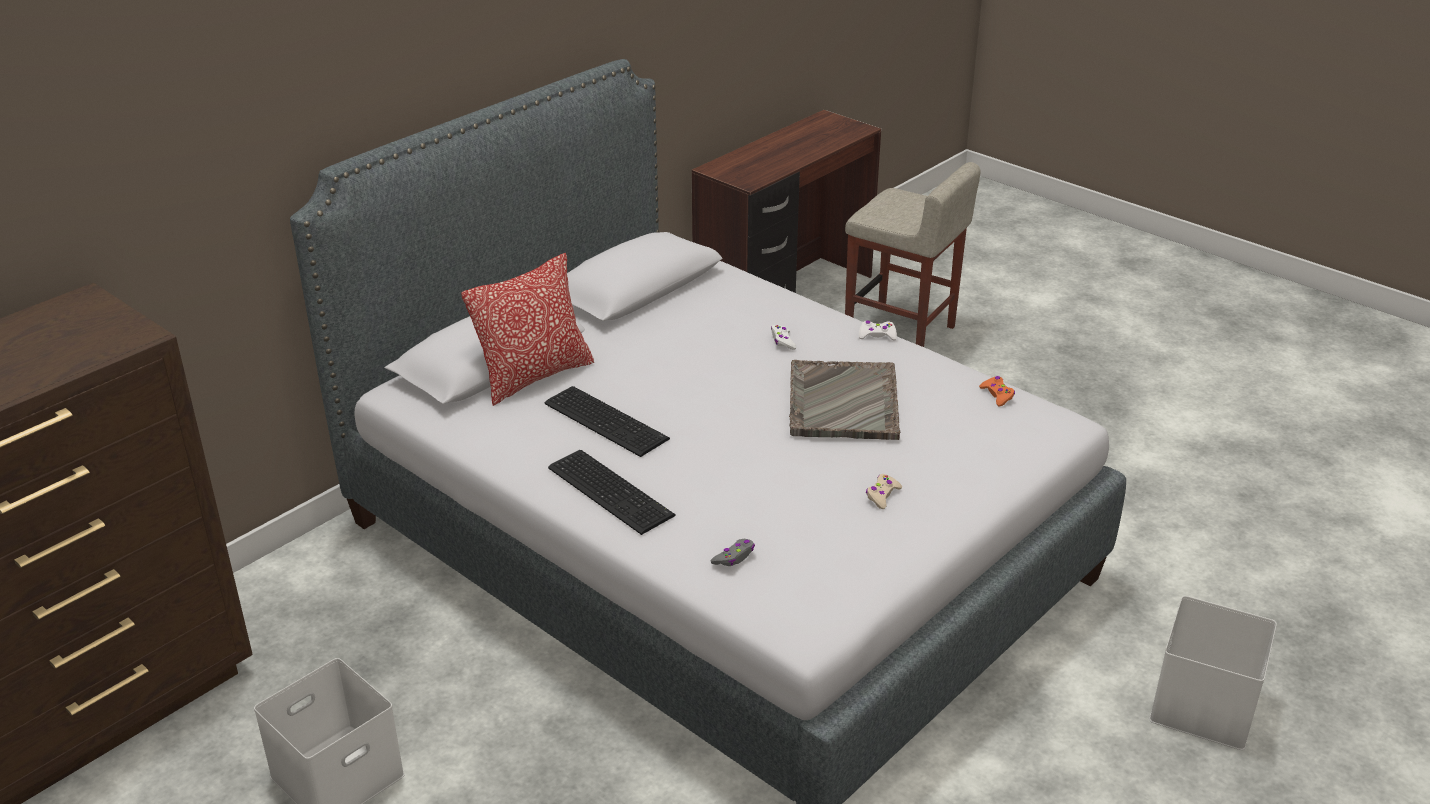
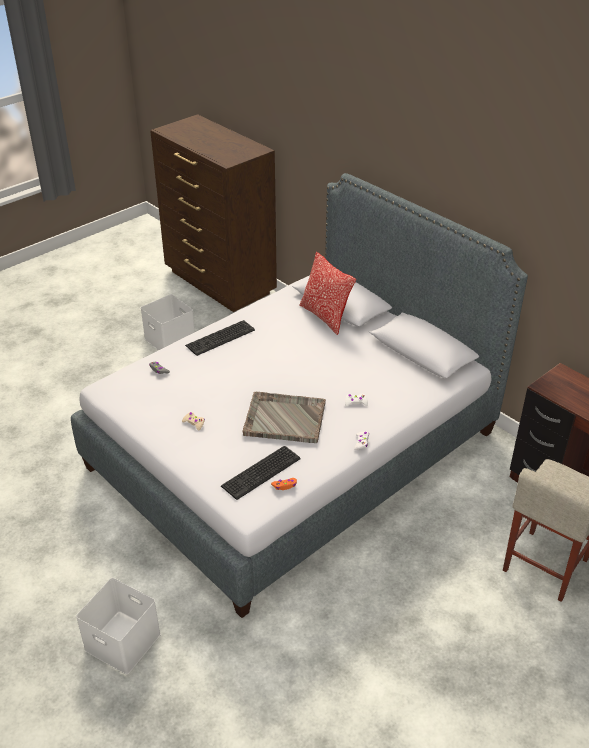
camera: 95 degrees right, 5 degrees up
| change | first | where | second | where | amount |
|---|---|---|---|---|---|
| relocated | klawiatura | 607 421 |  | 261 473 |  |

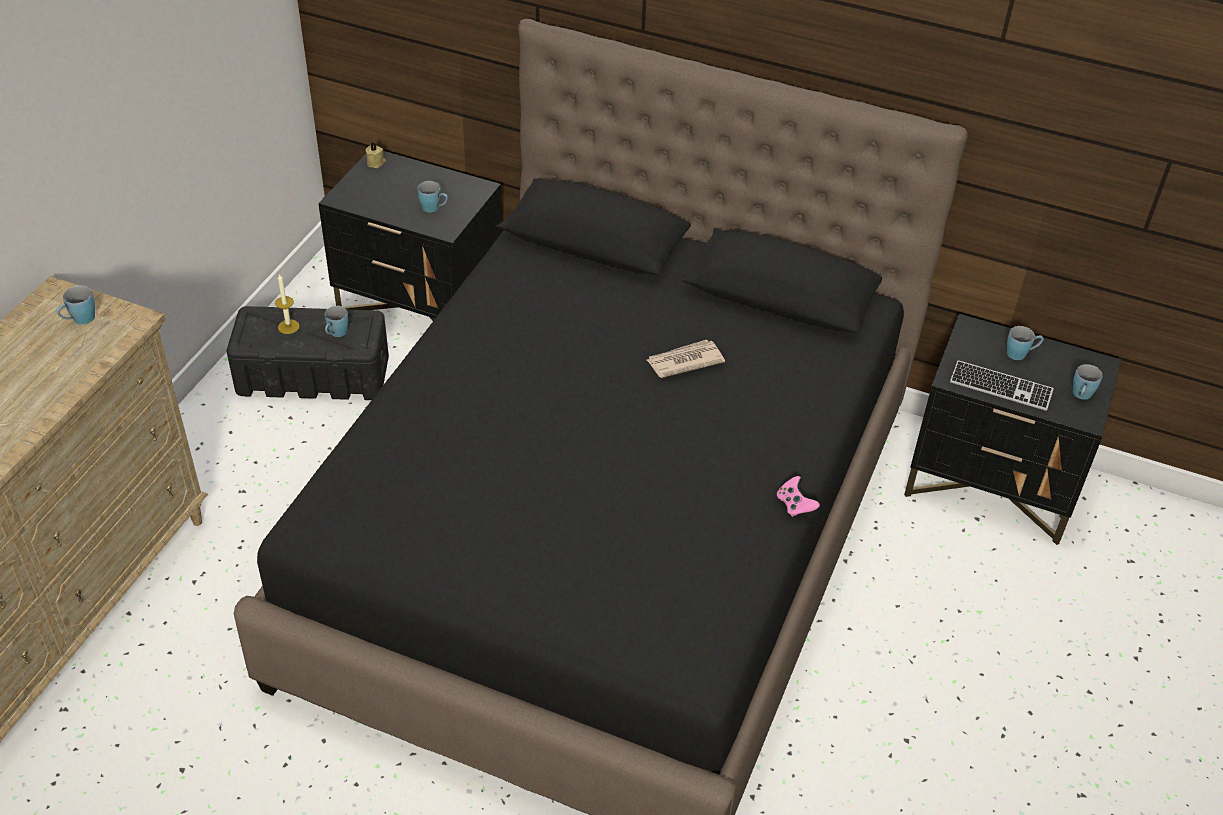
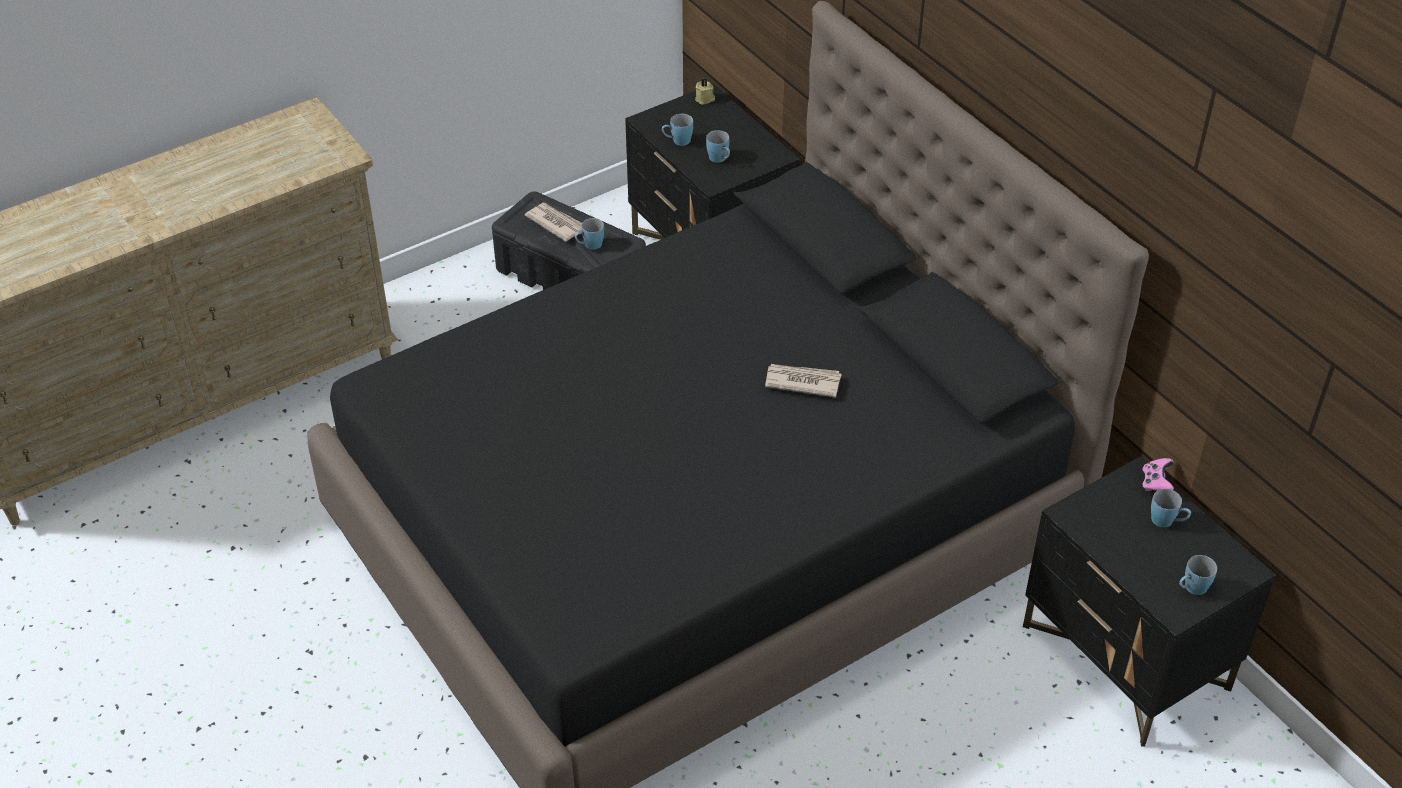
camera: 35 degrees right, 0 degrees up
| change | first | where | second | where | amount |
|---|---|---|---|---|---|
| relocated | kubek [niebieski] | 75 304 |  | 677 130 |  |
| exchanged | świeca | 287 304 | gazeta | 553 222 |  |
| relocated | pad do gier [różowy] | 798 496 |  | 1158 474 |  |
| missing | klawiatura | 1002 385 |  |  |  |

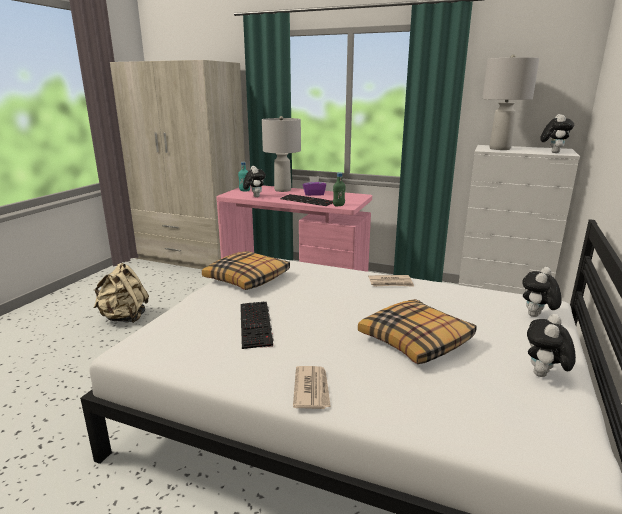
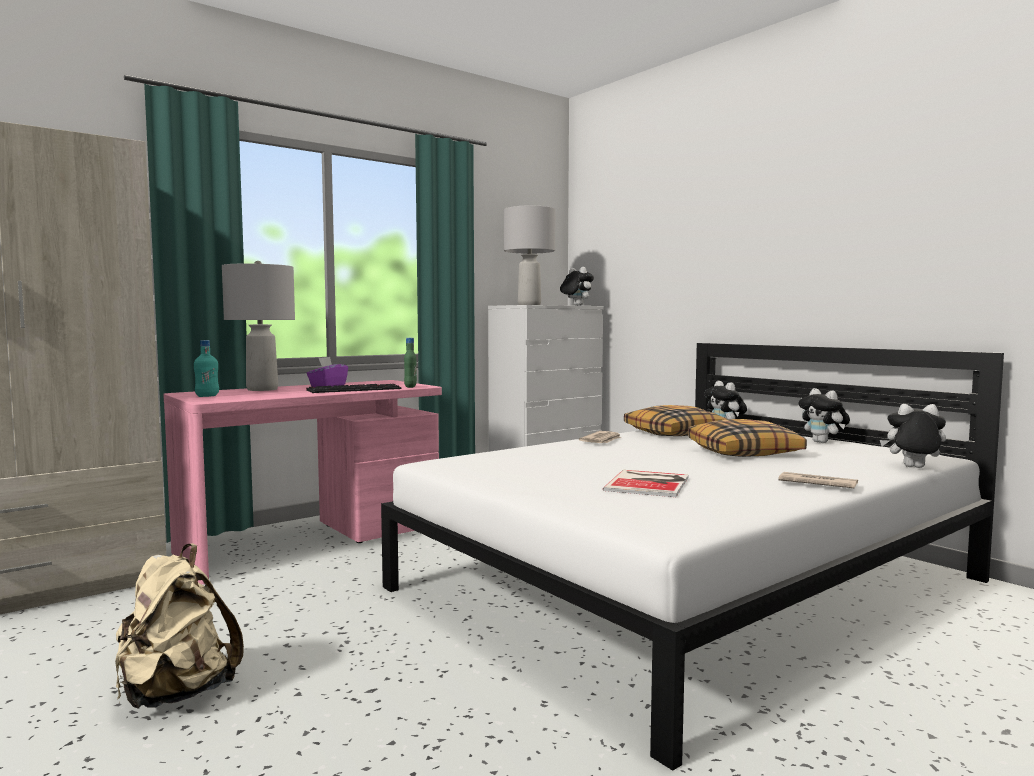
camera: 60 degrees left, 15 degrees down
| change | first | where | second | where | amount |
|---|---|---|---|---|---|
| relocated | poduszka | 246 270 |  | 675 420 |  |
| exchanged | klawiatura | 257 325 | książka | 645 483 |  |
| relocated | pluszak | 254 181 |  | 913 436 |  |

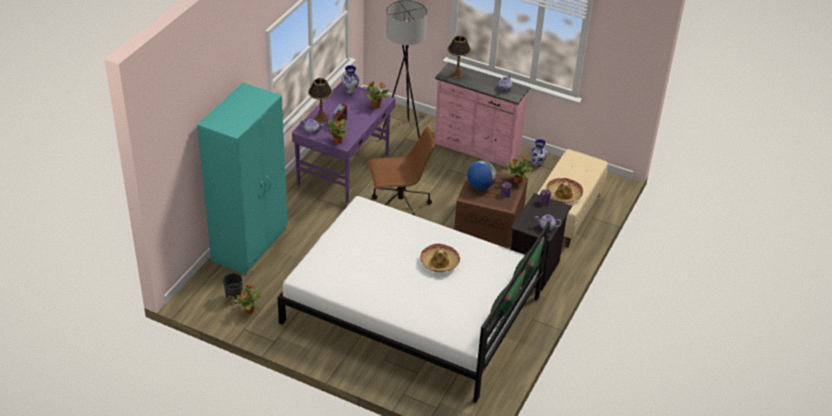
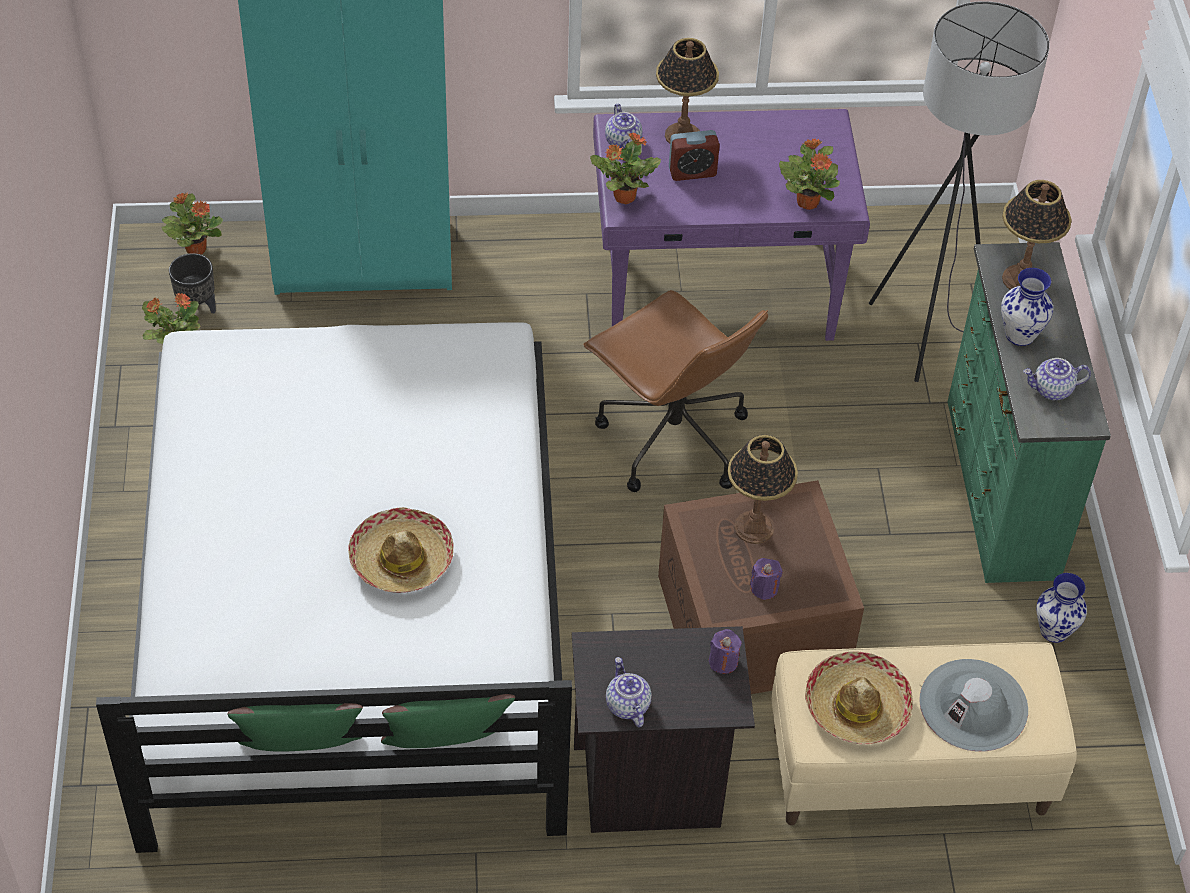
camera: 60 degrees right, 10 degrees up
| change | first | where | second | where | amount |
|---|---|---|---|---|---|
| relocated | wazon | 350 79 |  | 1027 307 |  |
| colour | komoda [różowy] | 482 115 | komoda [zielony] | 1029 412 |  |
| exchanged | globus | 481 175 | lampa stołowa | 762 489 |  |
| relocated | roślina doniczkowa | 519 170 |  | 192 223 |  |
| appeared |  |  | kapelusz [szary] | 973 705 |  |

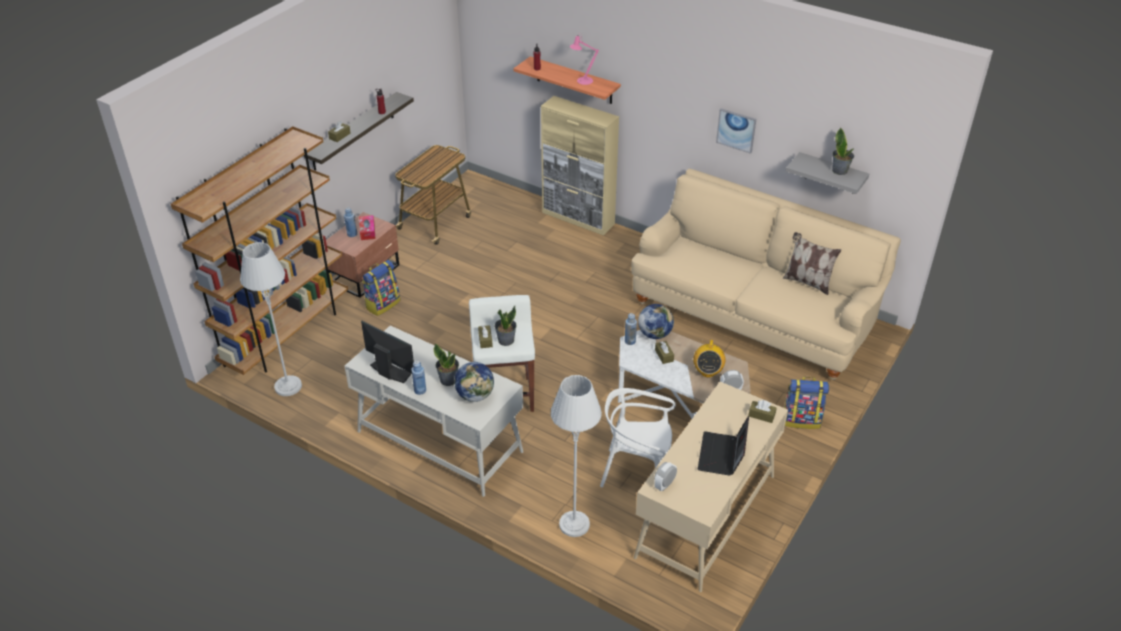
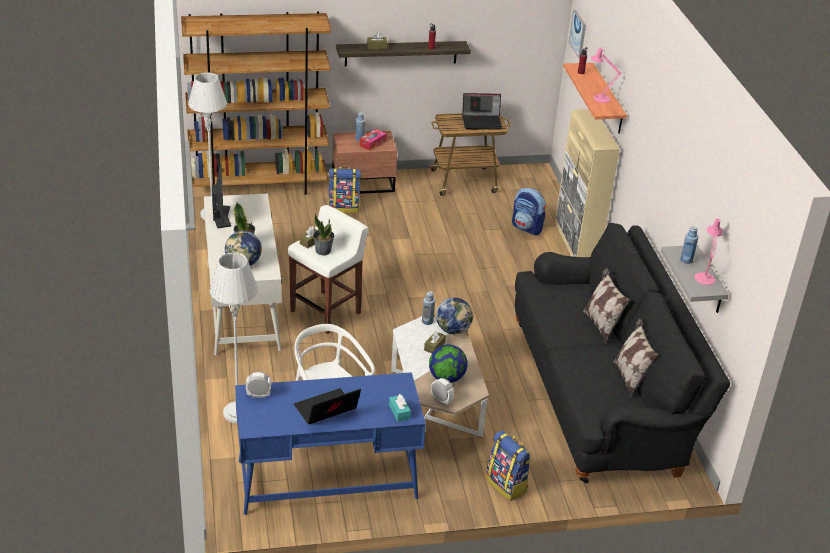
camera: 45 degrees right, 5 degrees down
| change | first | where | second | where | amount |
|---|---|---|---|---|---|
| relocated | butelka [niebieski] | 418 378 |  | 689 245 |  |
| colour | kanapa [beżowy] | 766 274 | kanapa [czarny] | 622 353 |  |
| colour | biurko [beżowy] | 711 487 | biurko [niebieski] | 330 443 |  |
| exchanged | radio | 709 357 | globus | 448 363 |  |
| relocated | obraz | 736 131 |  | 577 34 |  |
| colour | pudełko chusteczek [brązowy] | 763 411 | pudełko chusteczek [turkusowy] | 400 408 |  |
| exchanged | roślina doniczkowa | 843 151 | lampa stołowa [różowy] | 709 251 |  |
| appeared |  |  | laptop | 482 111 |  |
| appeared |  |  | plecak | 529 211 |  |
| appeared |  |  | poduszka | 606 305 |  |

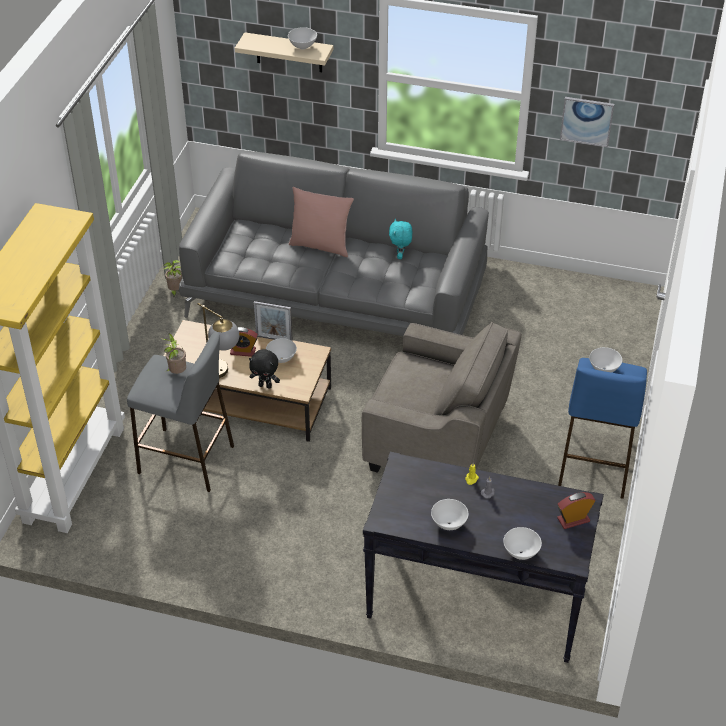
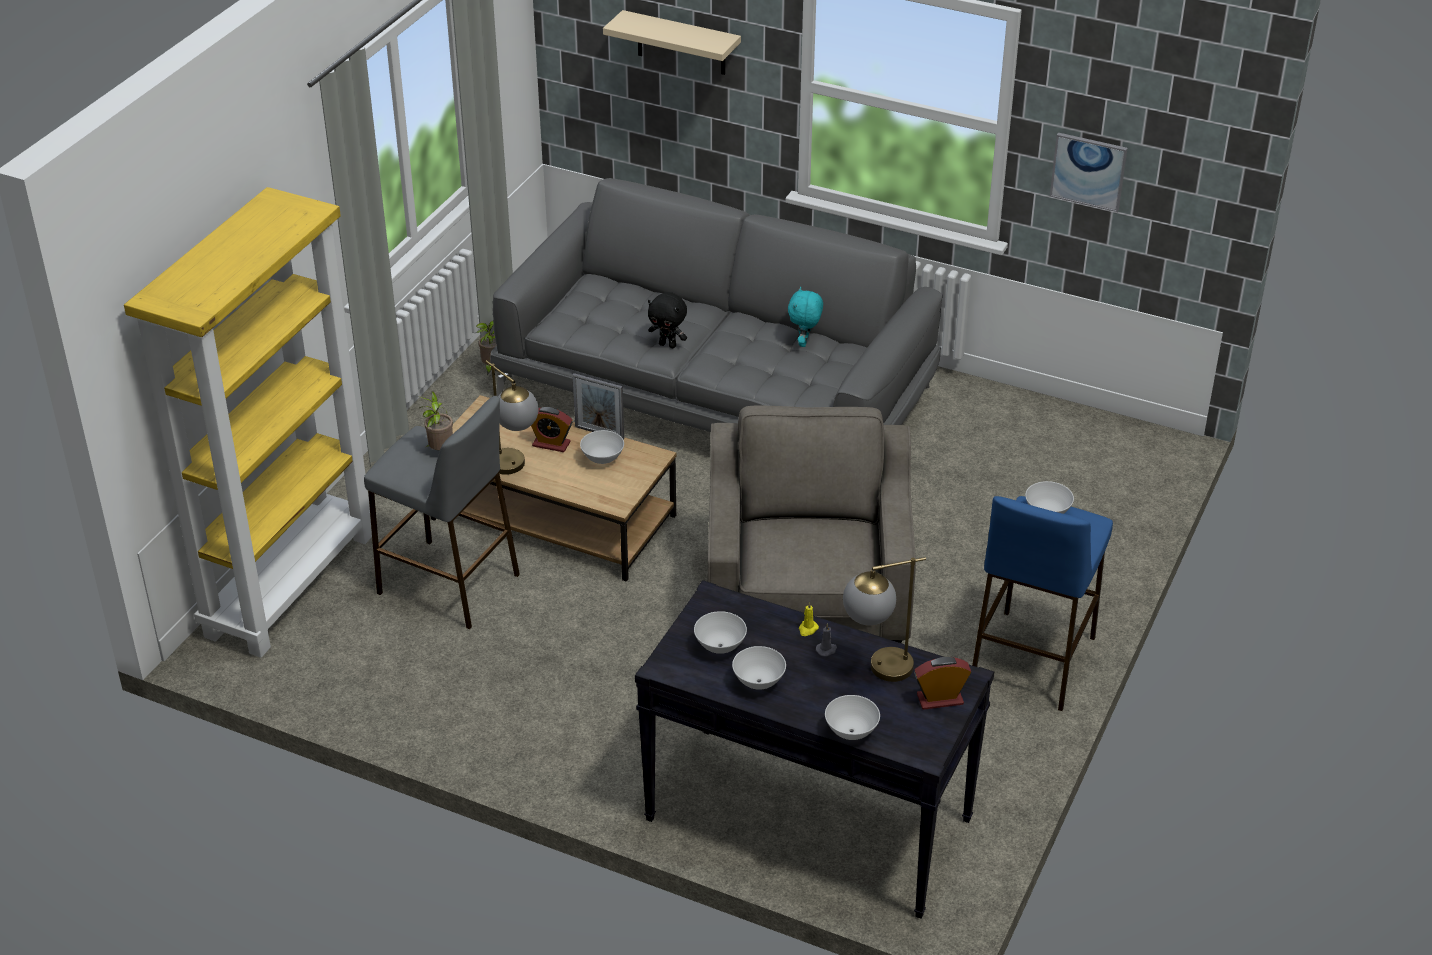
camera: 10 degrees right, 5 degrees down
| change | first | where | second | where | amount |
|---|---|---|---|---|---|
| relocated | pluszak [czarny] | 264 369 |  | 667 320 |  |
| relocated | miska [biały] | 302 38 |  | 720 632 |  |
| missing | poduszka [różowy] | 321 222 |  |  |  |
| spun | fotel [szary] | 442 397 |  | 812 524 | 120 degrees counterclockwise |
| appeared |  |  | lampa stołowa | 884 619 |  |

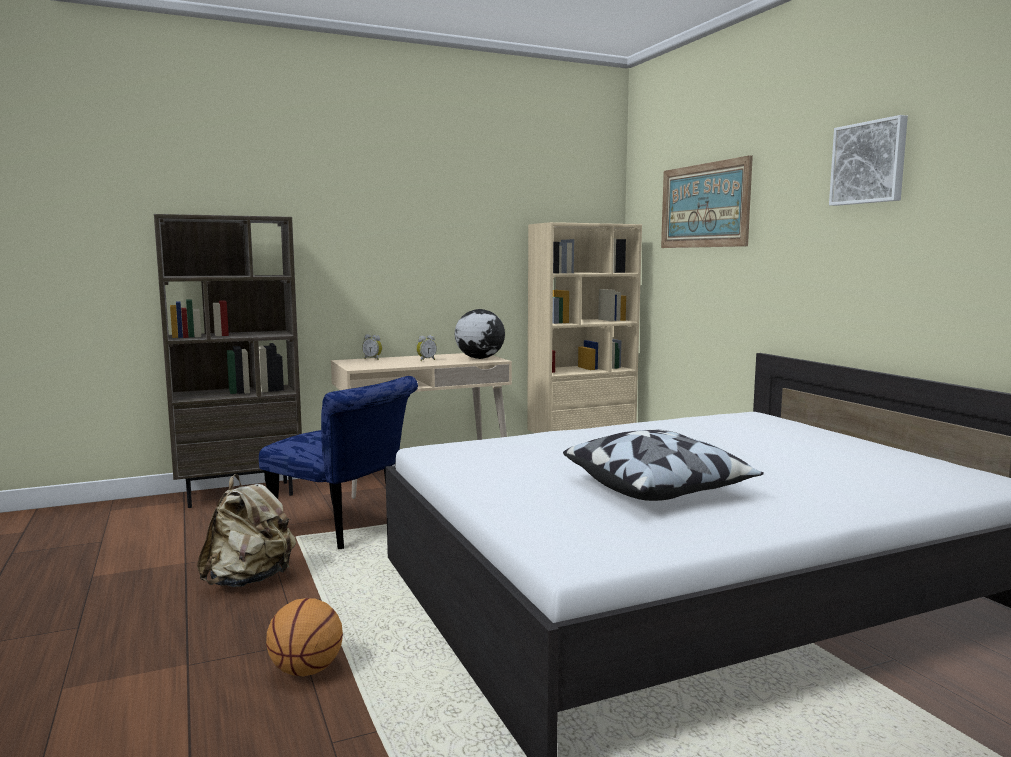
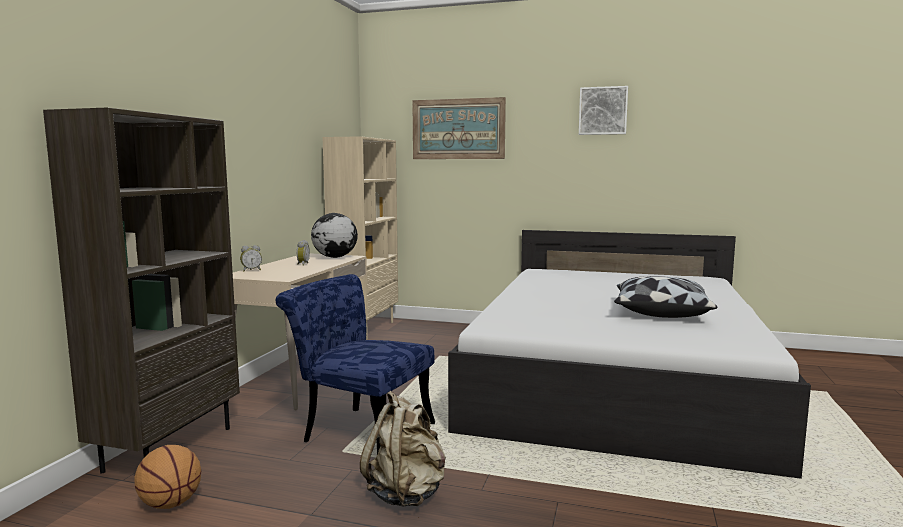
camera: 50 degrees left, 0 degrees up
| change | first | where | second | where | amount |
|---|---|---|---|---|---|
| spun | krzesło [niebieski] | 338 462 |  | 355 364 | 135 degrees counterclockwise |
| relocated | piłka do koszykówki | 304 637 |  | 167 477 |  |

